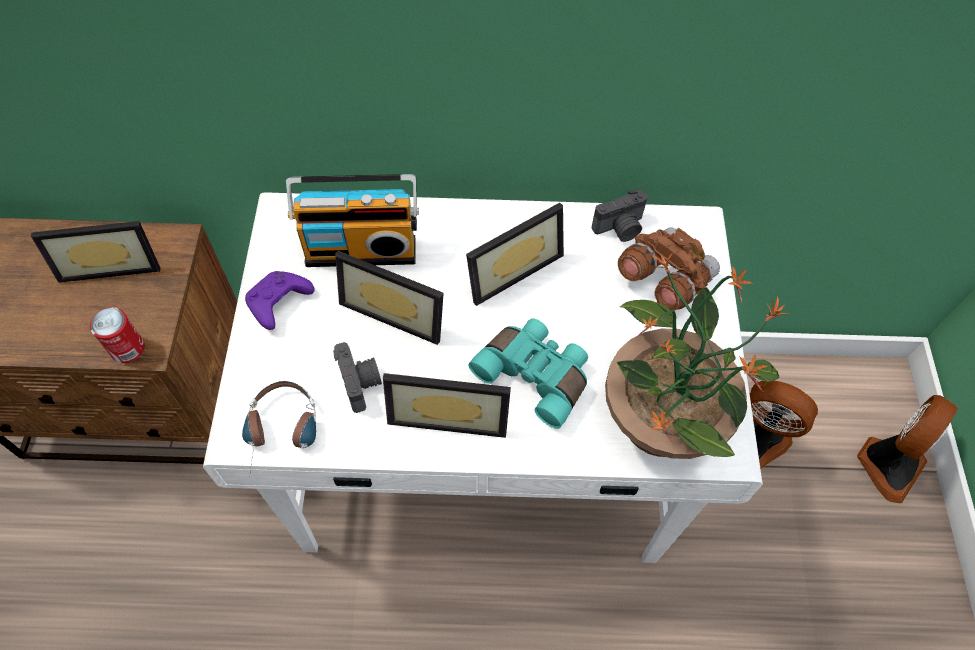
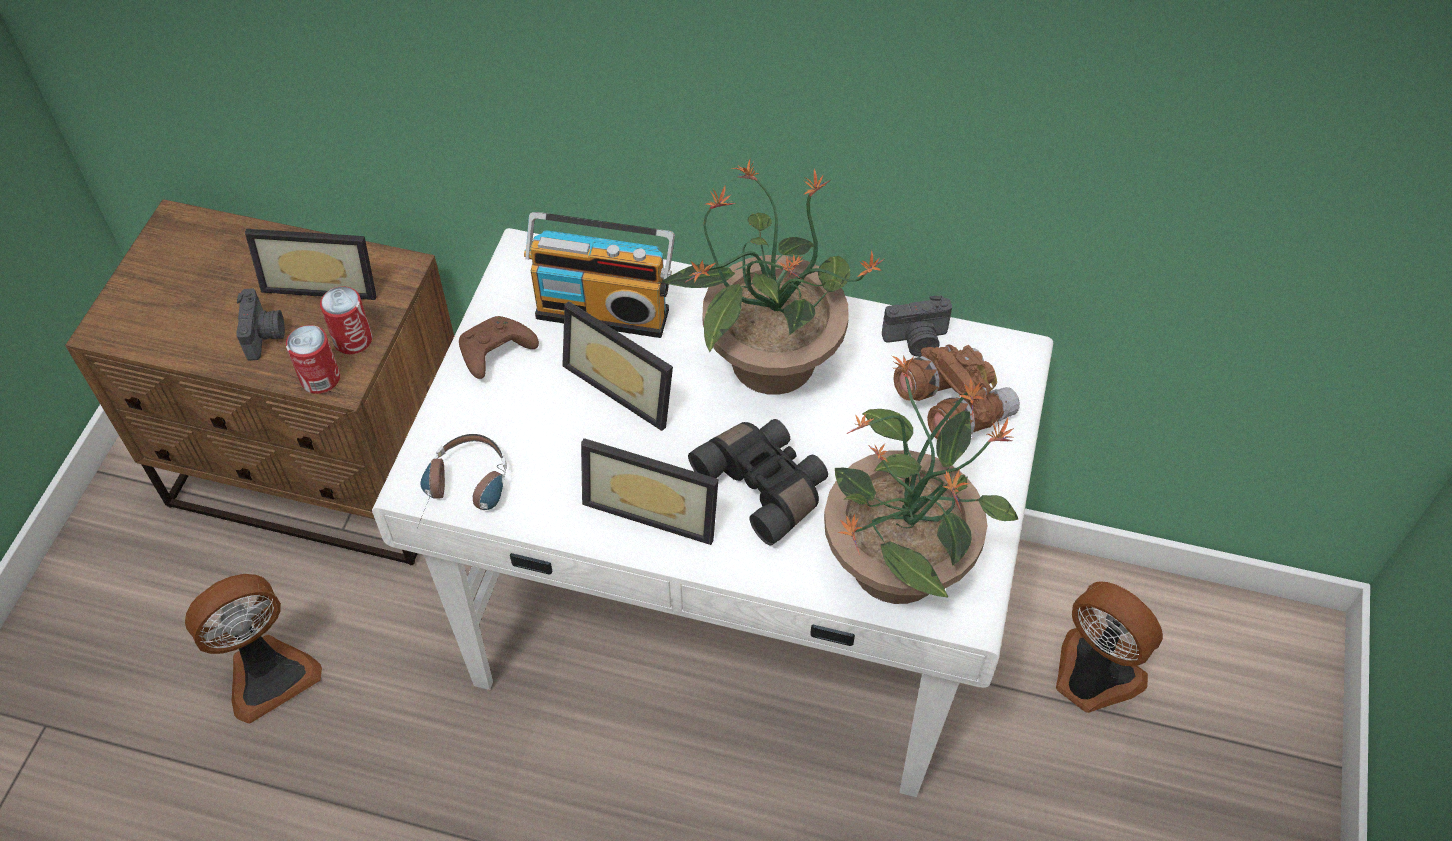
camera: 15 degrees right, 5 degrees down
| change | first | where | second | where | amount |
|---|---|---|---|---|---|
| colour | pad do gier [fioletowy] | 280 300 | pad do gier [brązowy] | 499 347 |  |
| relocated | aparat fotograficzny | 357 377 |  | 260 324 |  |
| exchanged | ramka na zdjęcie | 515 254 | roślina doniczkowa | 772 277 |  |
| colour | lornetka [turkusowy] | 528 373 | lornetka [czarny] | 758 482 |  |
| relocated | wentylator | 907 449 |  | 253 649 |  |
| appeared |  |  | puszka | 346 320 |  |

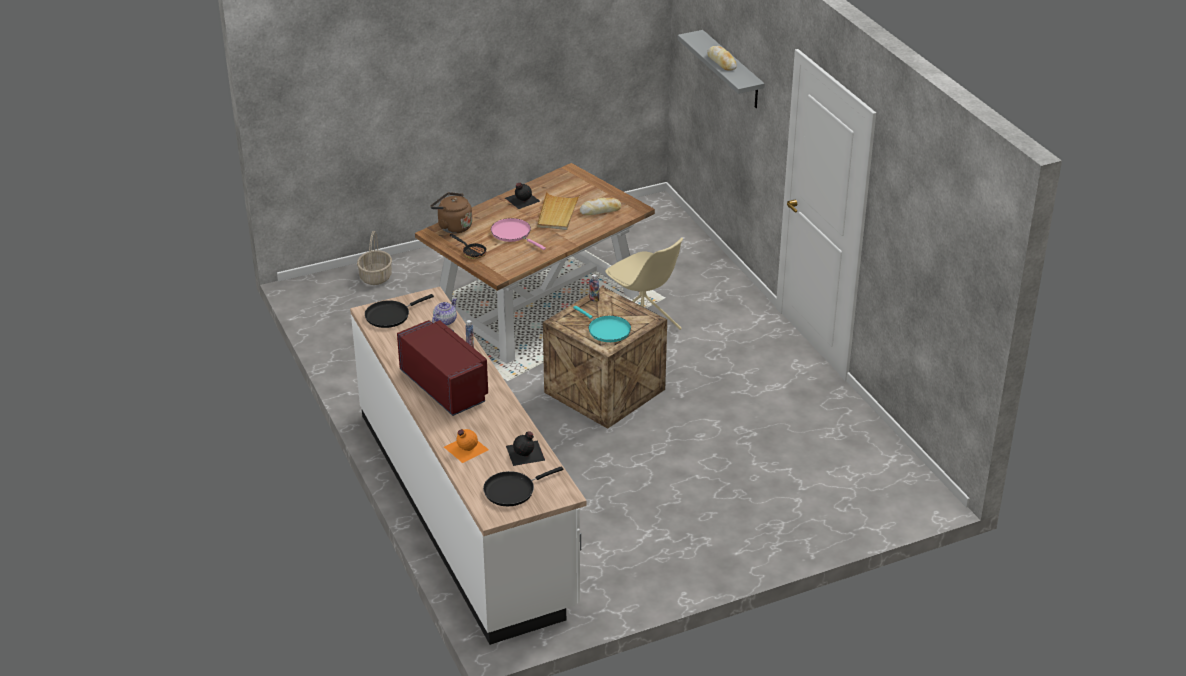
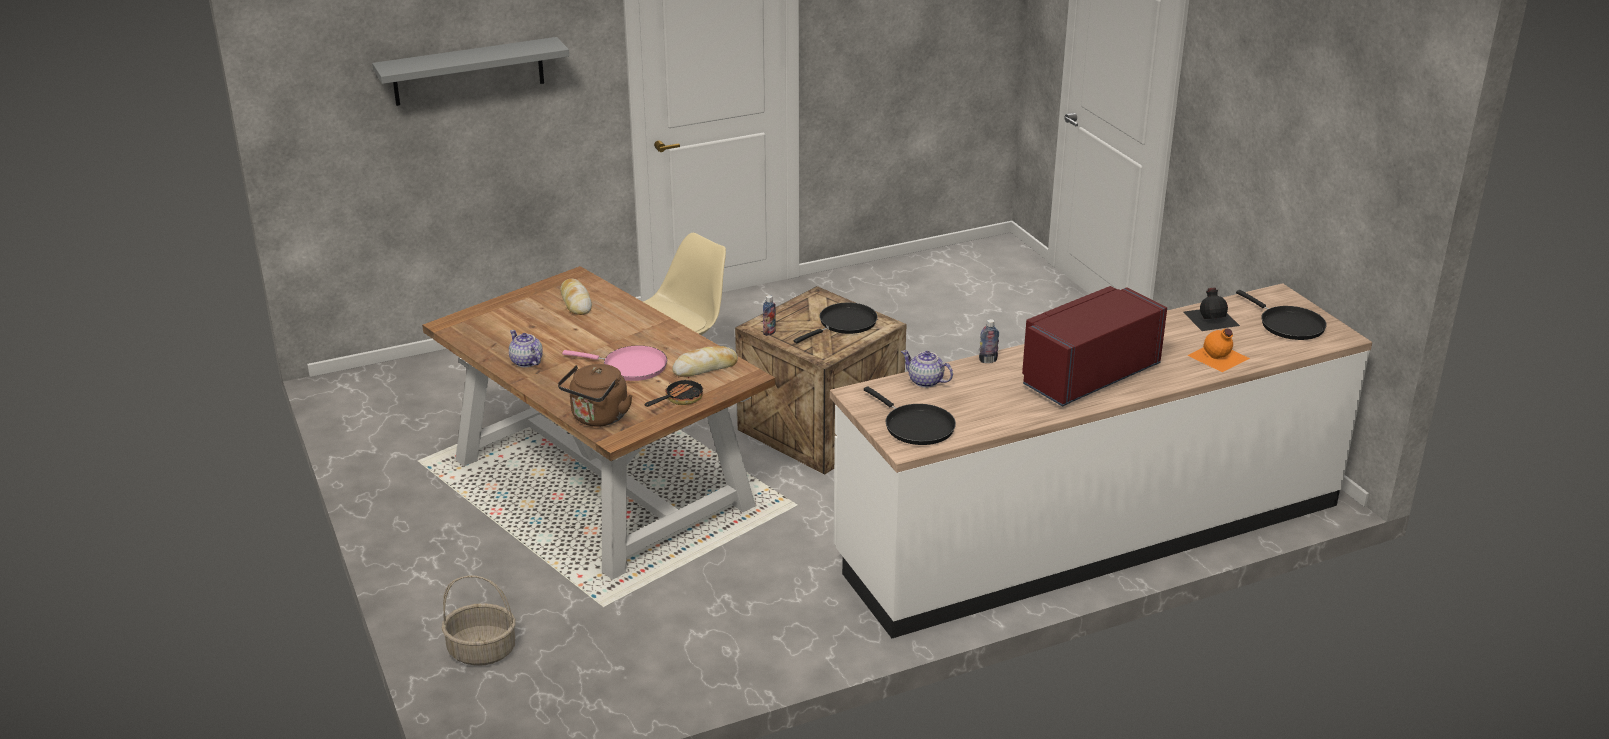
camera: 90 degrees left, 5 degrees down
| change | first | where | second | where | amount |
|---|---|---|---|---|---|
| spun | patelnia [różowy] | 518 234 |  | 614 363 | 120 degrees counterclockwise |
| exchanged | butelka [czarny] | 522 196 | imbryk | 526 349 |  |
| missing | taca [beżowy] | 558 210 |  |  |  |
| colour | patelnia [turkusowy] | 602 324 | patelnia [czarny] | 835 323 |  |
| relocated | chleb | 722 58 |  | 705 361 |  |

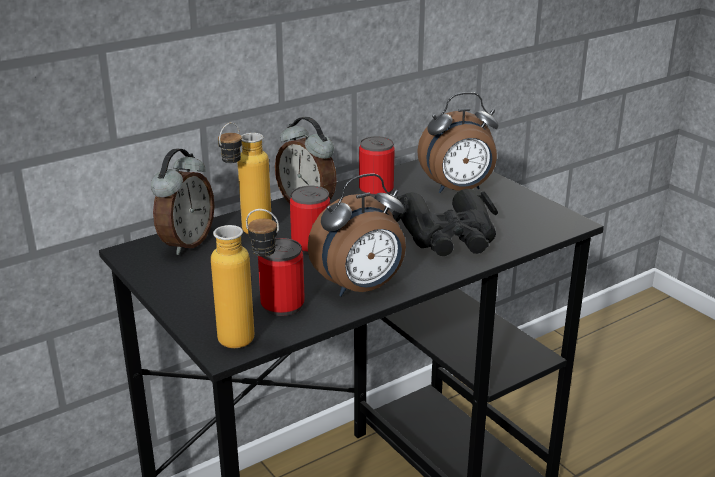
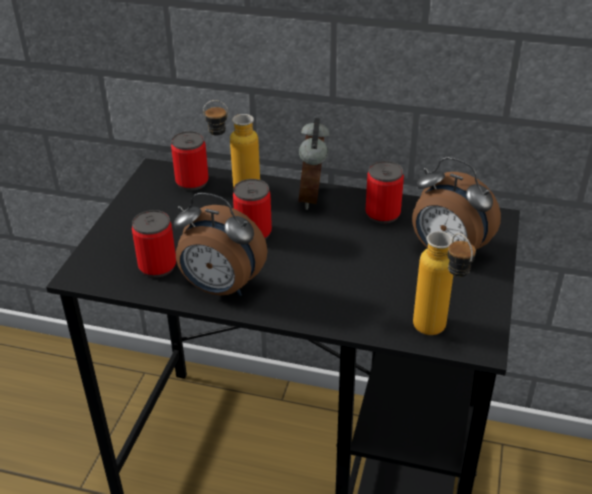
camera: 50 degrees right, 10 degrees up
| change | first | where | second | where | amount |
|---|---|---|---|---|---|
| exchanged | budzik | 182 202 | puszka | 190 161 |  |
| relocated | butelka | 245 278 |  | 444 283 |  |
| missing | lornetka [czarny] | 445 222 |  |  |  |

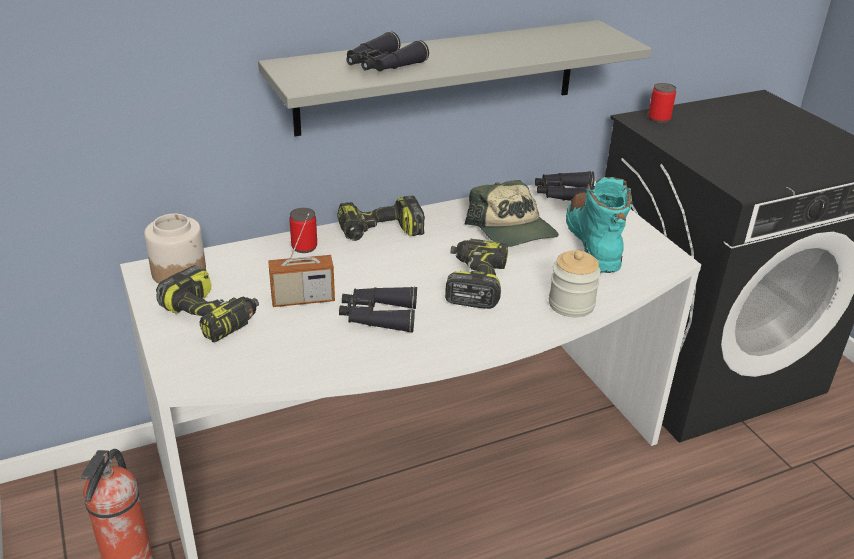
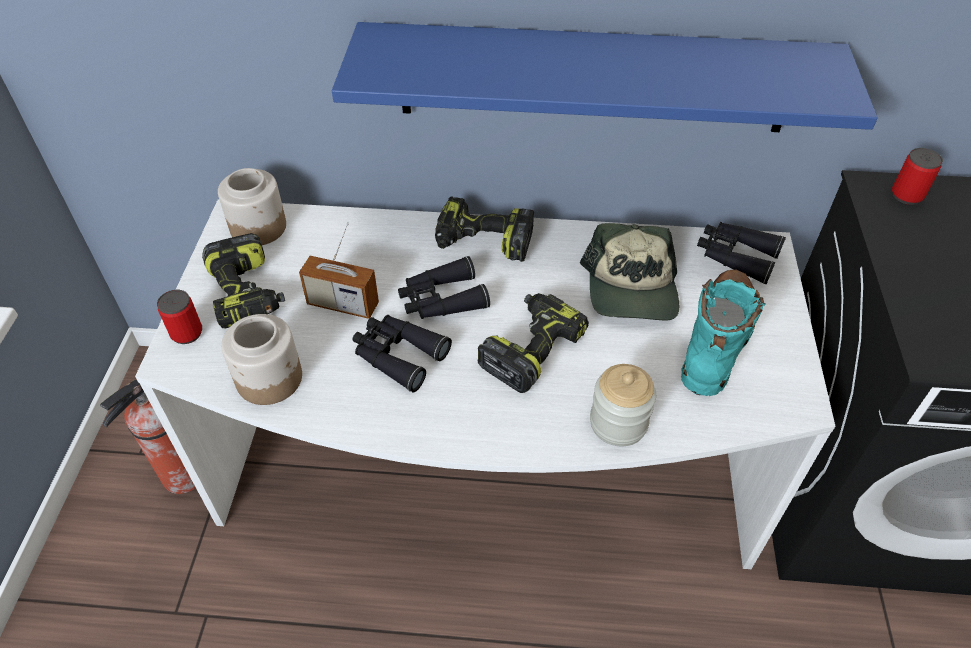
camera: 30 degrees right, 15 degrees up
| change | first | where | second | where | amount |
|---|---|---|---|---|---|
| colour | półka [szary] | 455 78 | półka [niebieski] | 605 77 |  |
| relocated | puszka | 303 230 |  | 179 317 |  |
| relocated | lornetka [czarny] | 387 51 |  | 444 287 |  |
| appeared |  |  | słoik | 261 359 |  |

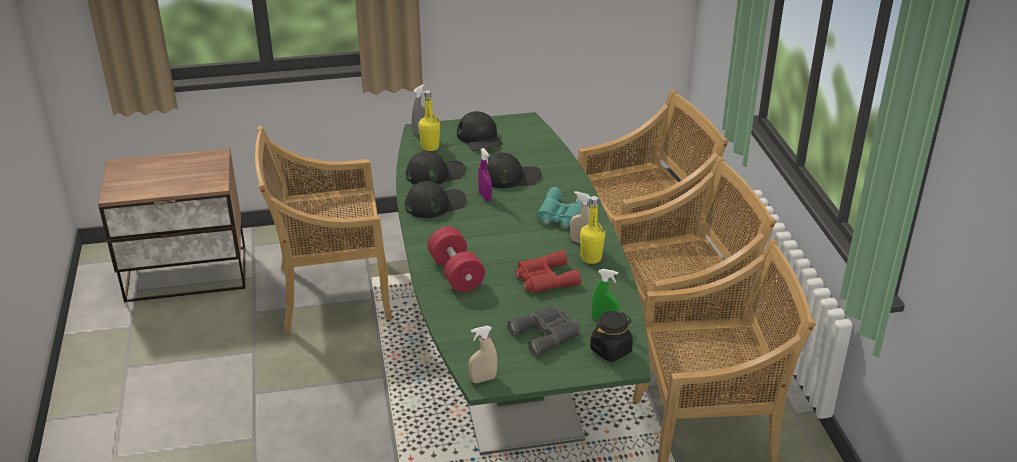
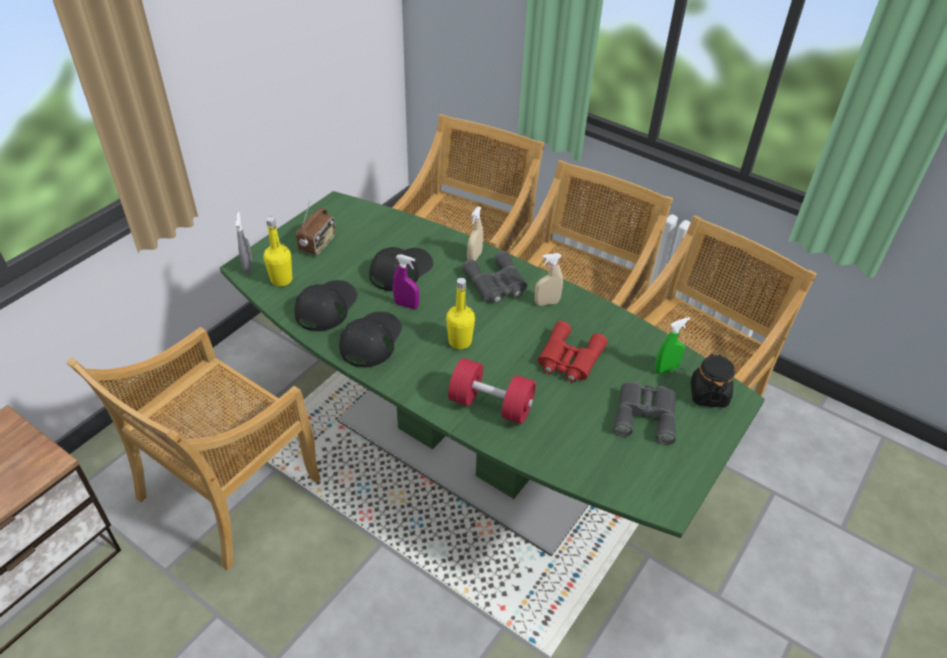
camera: 45 degrees left, 10 degrees up
| change | first | where | second | where | amount |
|---|---|---|---|---|---|
| exchanged | czapka z daszkiem [czarny] | 480 131 | radio | 316 228 |  |
| relocated | spryskiwacz [beżowy] | 482 354 |  | 475 233 |  |
| colour | lornetka [turkusowy] | 563 208 | lornetka [szary] | 494 277 |  |
| relocated | butelka [żółty] | 592 230 |  | 460 313 |  |

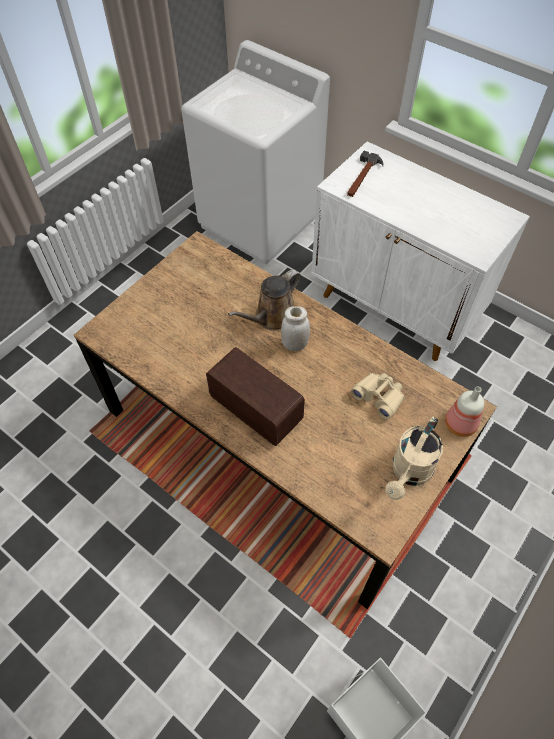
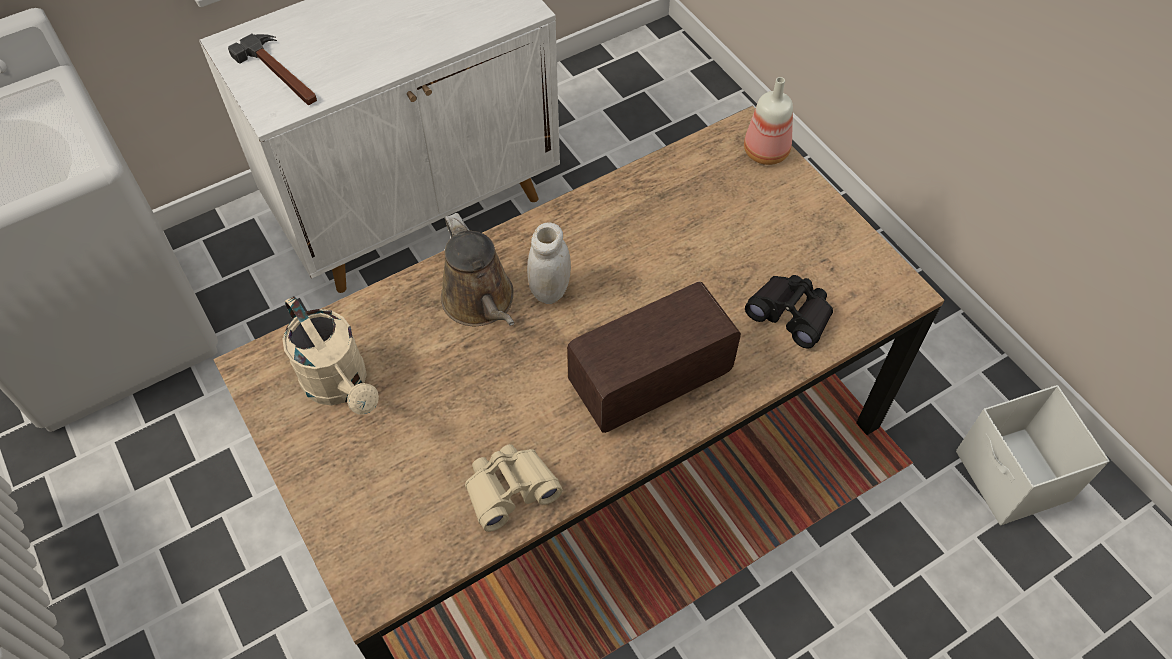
camera: 70 degrees left, 0 degrees up
| change | first | where | second | where | amount |
|---|---|---|---|---|---|
| relocated | lornetka [beżowy] | 378 396 |  | 514 488 |  |
| relocated | konewka [beżowy] | 414 458 |  | 331 355 |  |
| appeared |  |  | lornetka [czarny] | 789 312 |  |

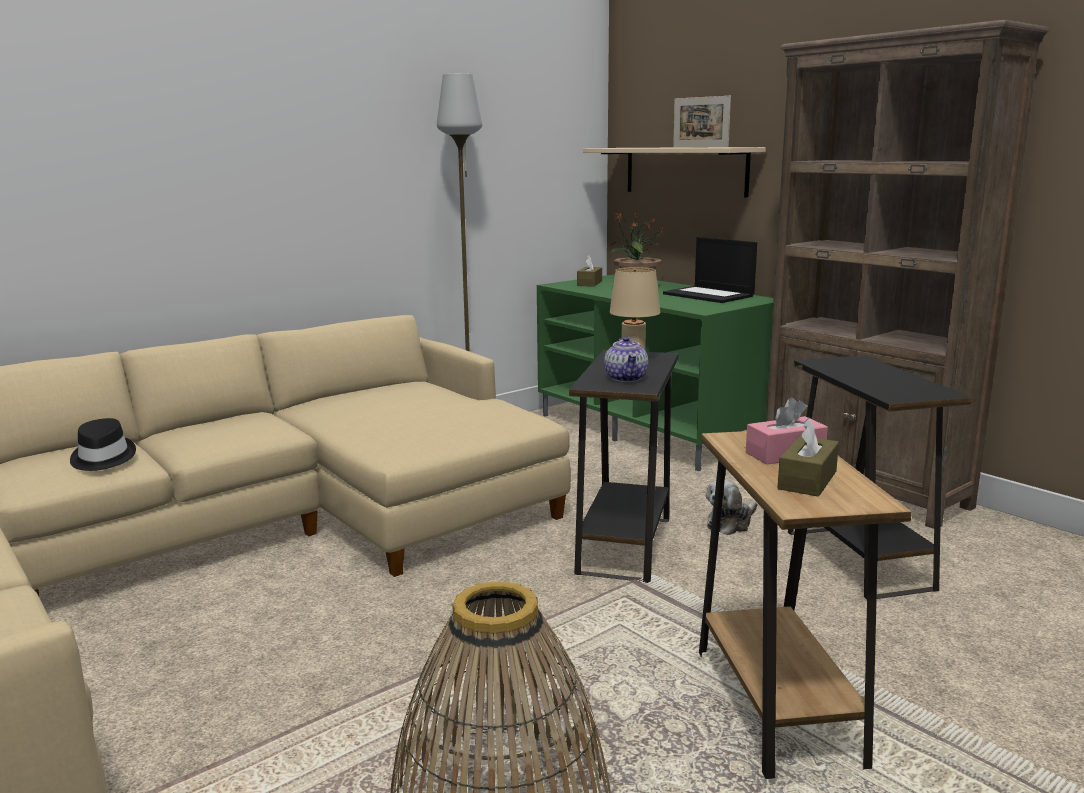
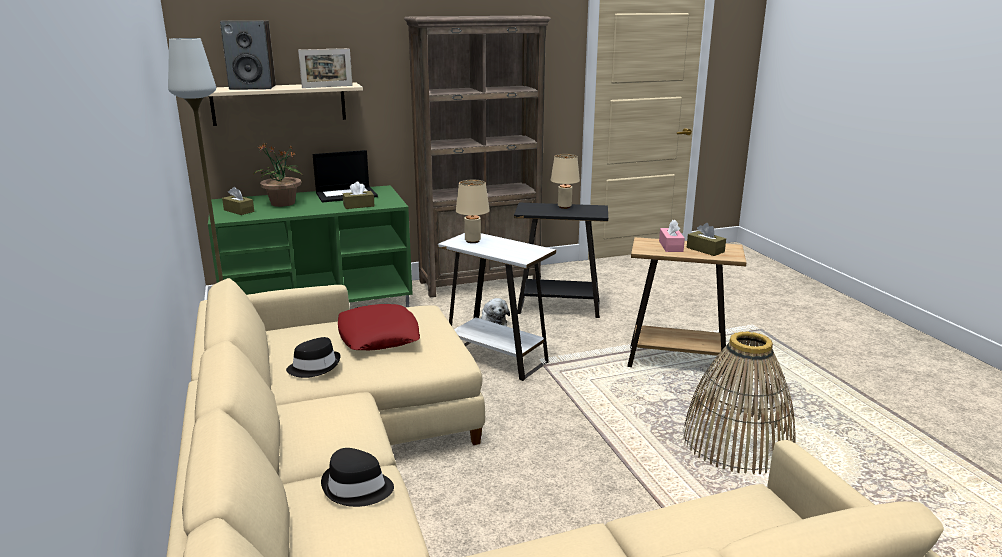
camera: 70 degrees left, 5 degrees up
| change | first | where | second | where | amount |
|---|---|---|---|---|---|
| colour | stolik [czarny] | 623 466 | stolik [biały] | 497 307 |  |
| missing | imbryk | 626 359 |  |  |  |
| appeared |  |  | głośnik | 248 55 |  |
| appeared |  |  | kapelusz [czarny] | 313 357 |  |
| appeared |  |  | poduszka [czerwony] | 379 327 |  |
| appeared |  |  | pudełko chusteczek [brązowy] | 359 195 |  |
| appeared |  |  | lampa stołowa [beżowy] | 565 181 |  |

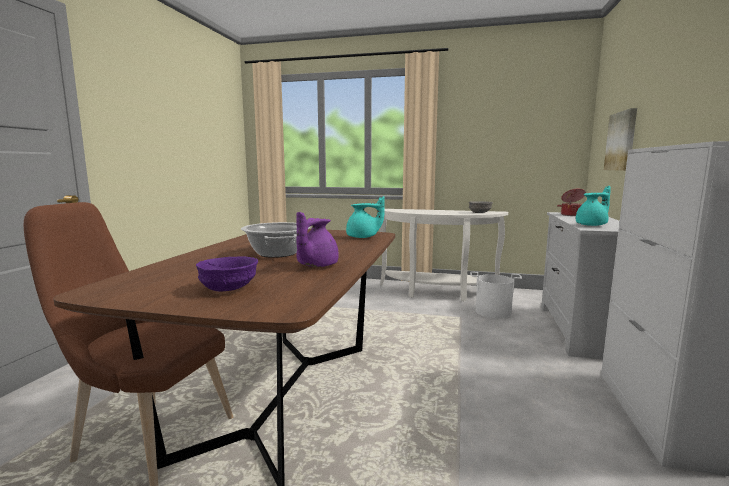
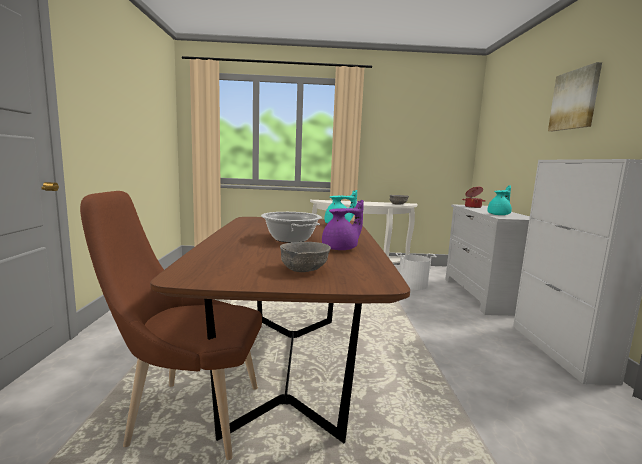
camera: 15 degrees left, 0 degrees up
| change | first | where | second | where | amount |
|---|---|---|---|---|---|
| colour | miska [fioletowy] | 227 274 | miska [szary] | 305 257 |  |
| spun | imbryk [fioletowy] | 317 239 |  | 343 225 | 135 degrees counterclockwise |
| relocated | obraz | 620 139 |  | 575 96 |  |

